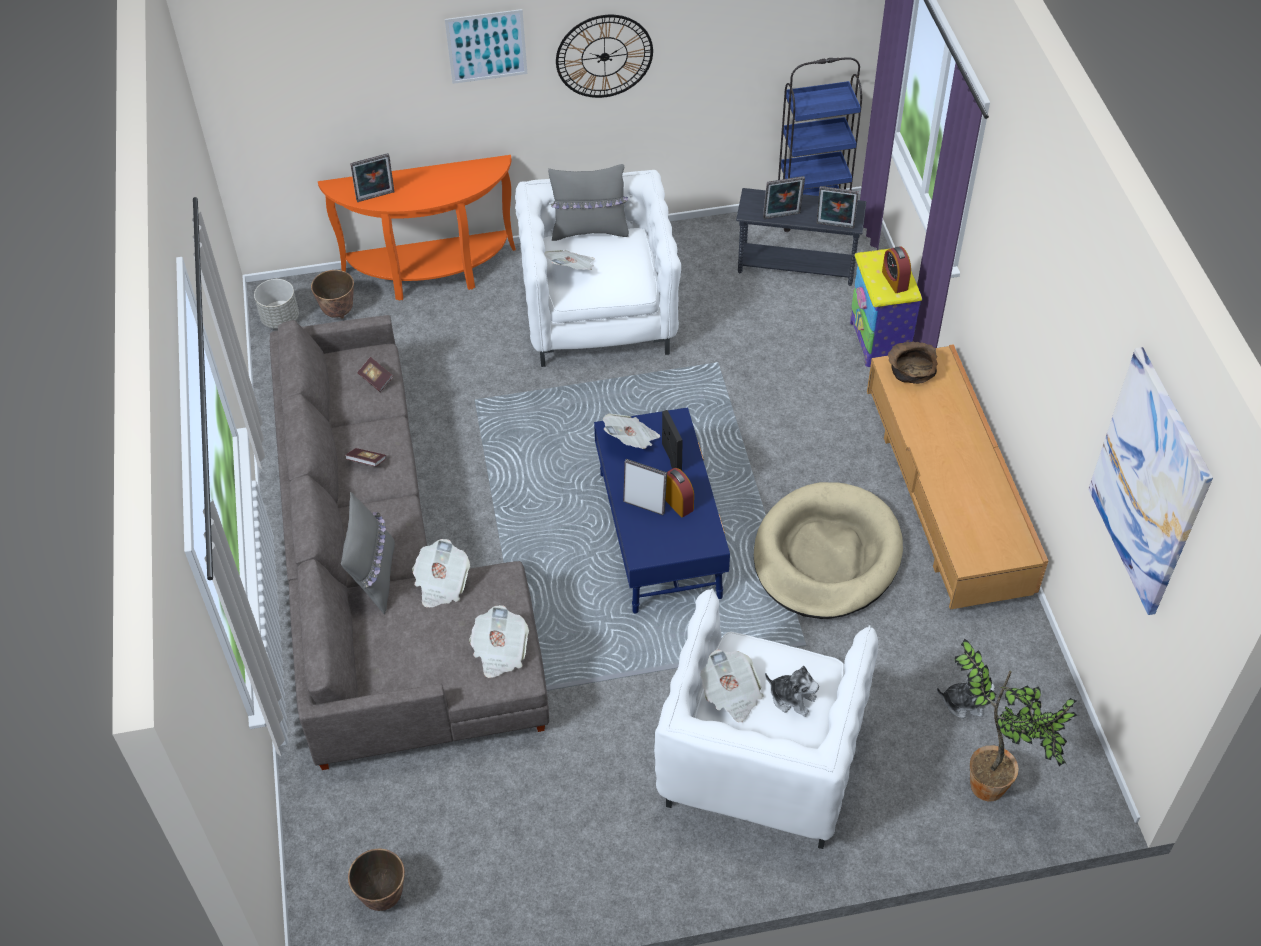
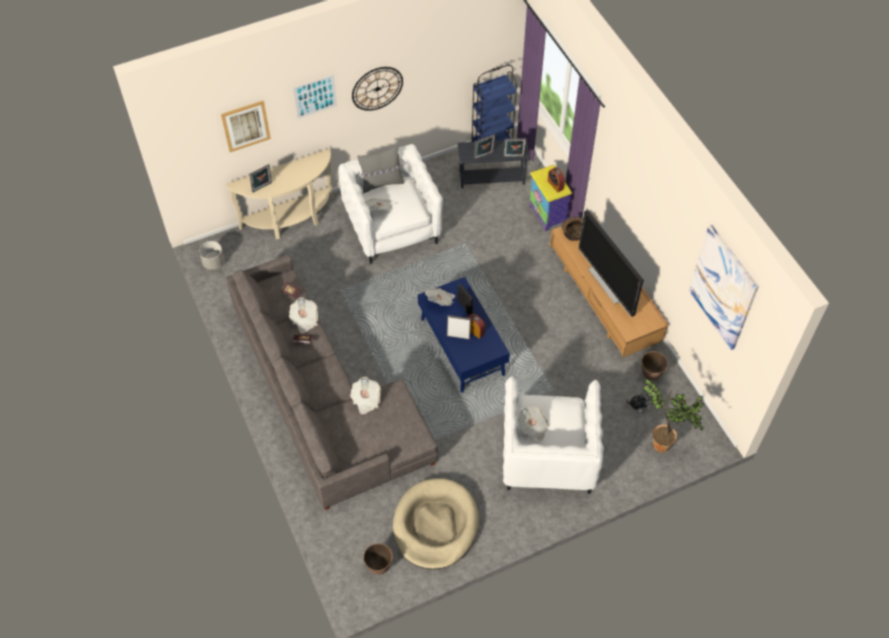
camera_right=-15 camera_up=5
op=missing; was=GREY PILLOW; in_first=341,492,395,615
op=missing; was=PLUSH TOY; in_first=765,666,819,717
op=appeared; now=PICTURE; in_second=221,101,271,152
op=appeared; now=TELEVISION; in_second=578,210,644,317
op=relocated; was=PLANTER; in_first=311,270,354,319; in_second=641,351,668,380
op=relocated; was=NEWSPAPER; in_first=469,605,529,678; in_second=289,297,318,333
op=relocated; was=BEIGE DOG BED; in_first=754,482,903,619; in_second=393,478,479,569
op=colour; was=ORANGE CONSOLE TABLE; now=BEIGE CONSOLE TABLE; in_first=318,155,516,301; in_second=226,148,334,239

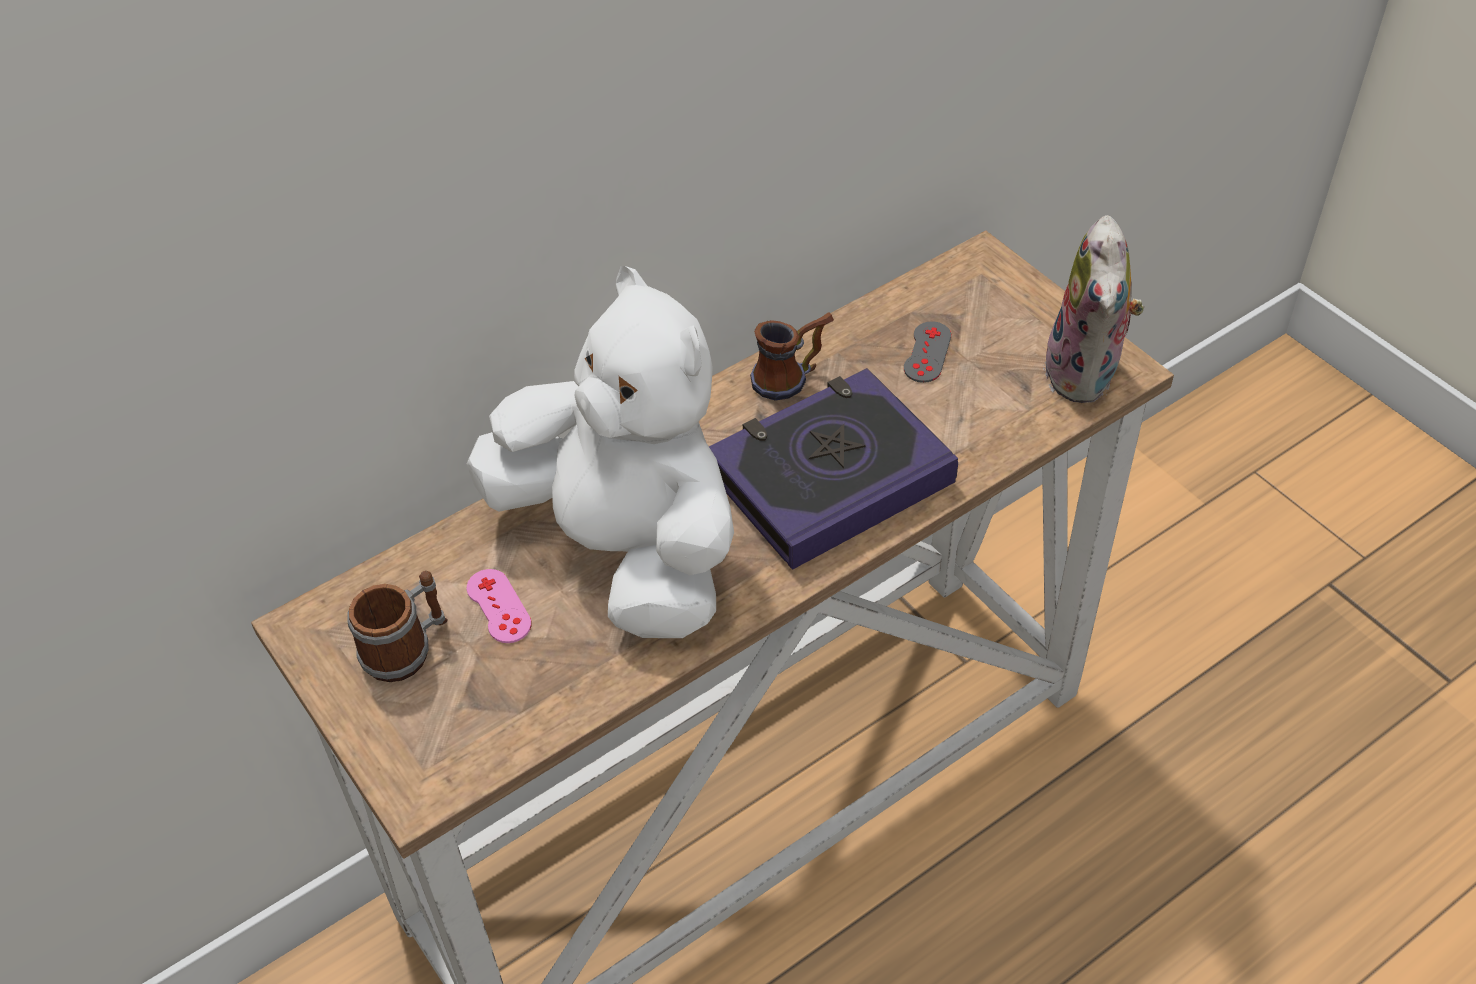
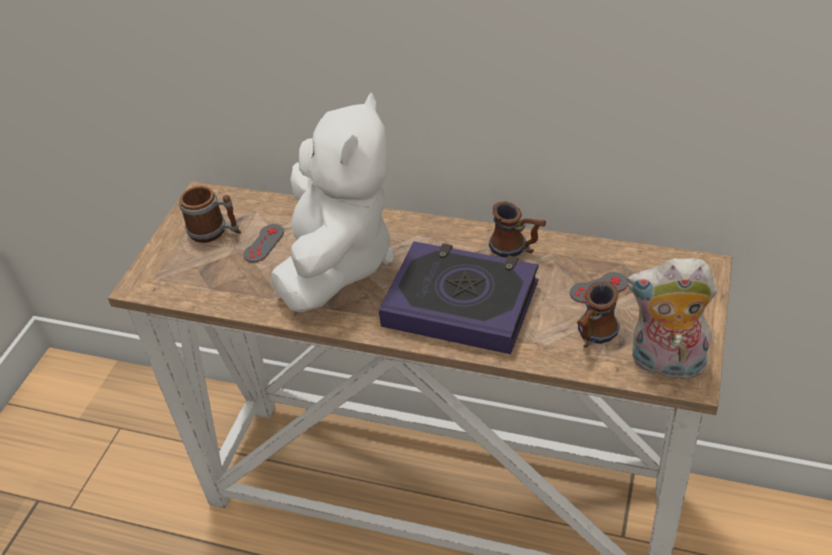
camera_right=55 camera_up=-5
op=appeared; now=MUG; in_second=577,282,620,348
op=colour; was=PINK GAME CONTROLLER; now=GREY GAME CONTROLLER; in_first=467,569,532,643; in_second=243,224,284,262
op=spun; was=PLUSH TOY; in_first=1043,215,1145,403; in_second=627,258,717,385; clockwise=45

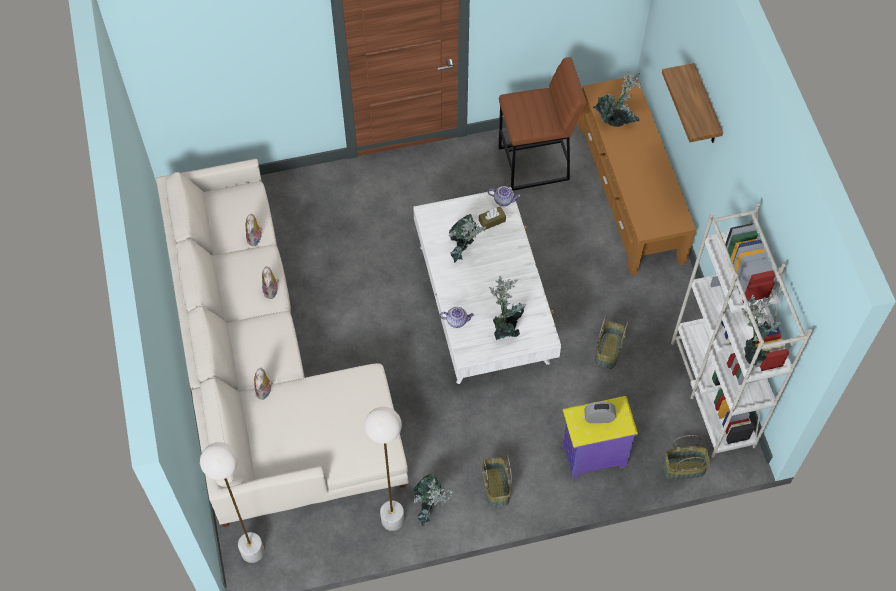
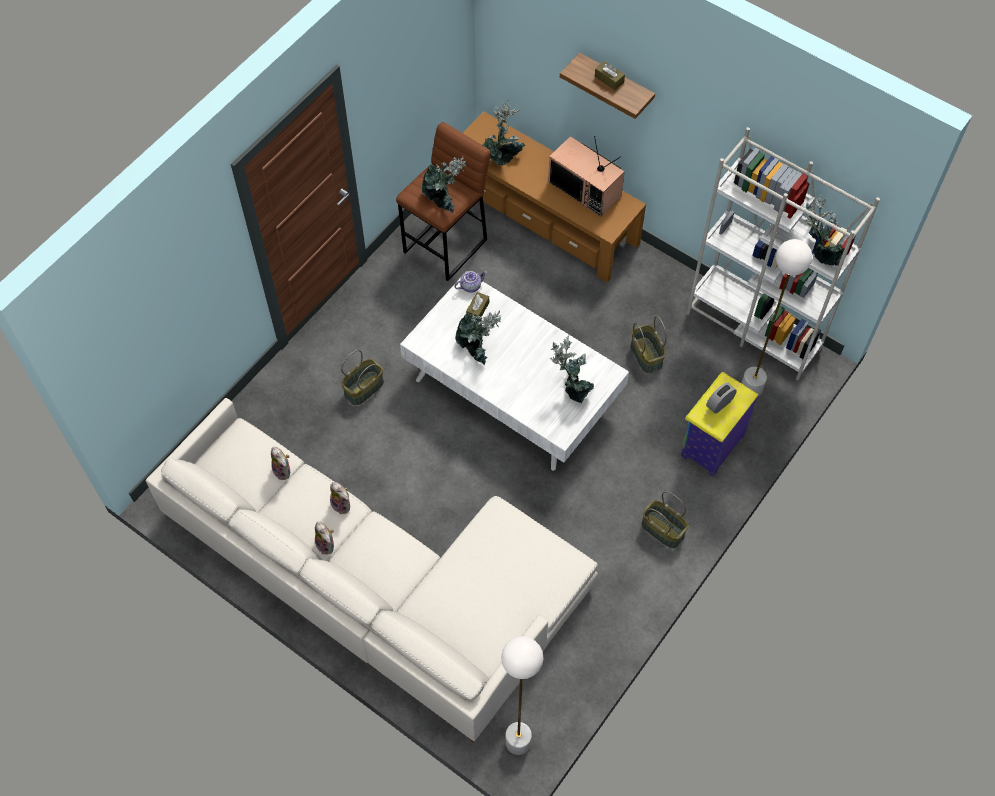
camera_right=-40 camera_up=0
op=missing; was=TEAPOT; in_first=439,307,475,328
op=appeared; now=TELEVISION; in_second=548,136,625,217
op=appeared; now=BROWN TISSUE BOX; in_second=595,61,625,90
op=relocated; was=PLUSH TOY; in_first=254,368,272,400; in_second=315,522,334,555
op=relocated; was=WHITE FLOOR LAMP; in_first=365,407,404,531; in_second=742,239,812,396
op=relocated; was=POTTED PLANT; in_first=412,473,453,527; in_second=422,156,466,213
op=relocated; was=BASKET; in_first=663,435,710,479; in_second=341,350,384,405

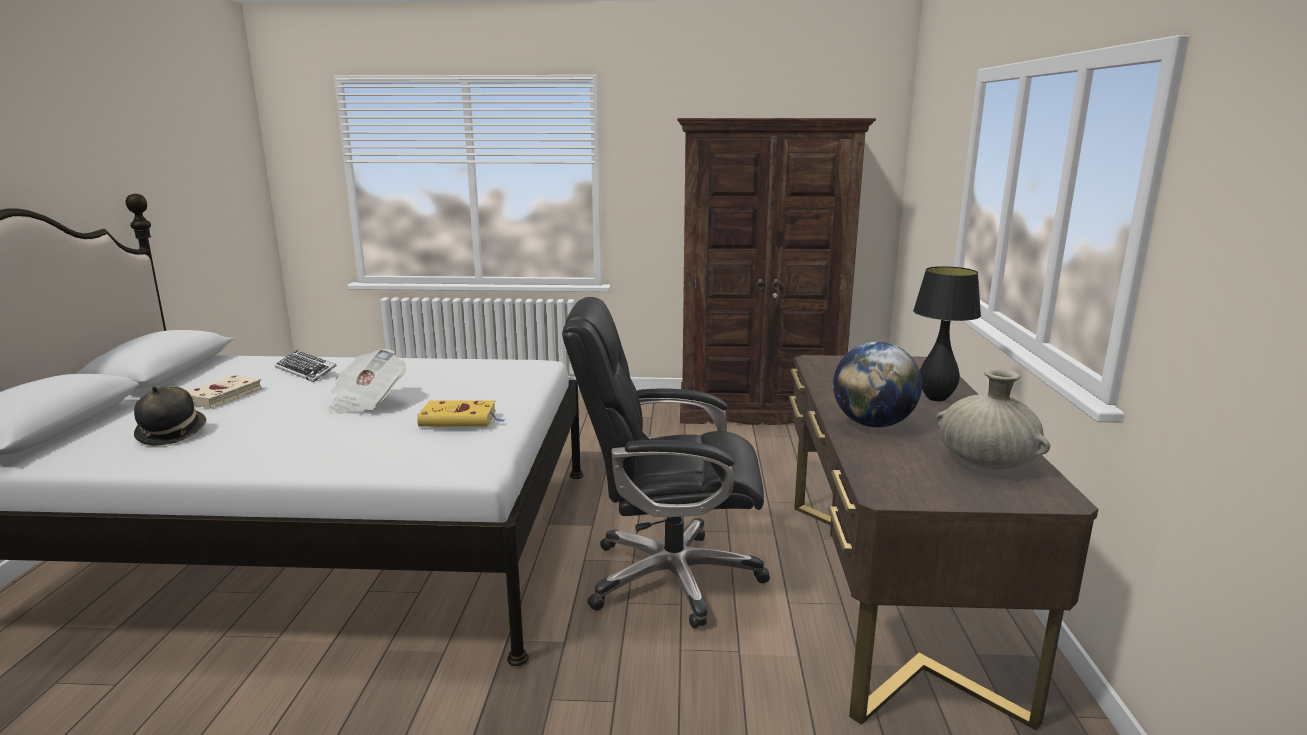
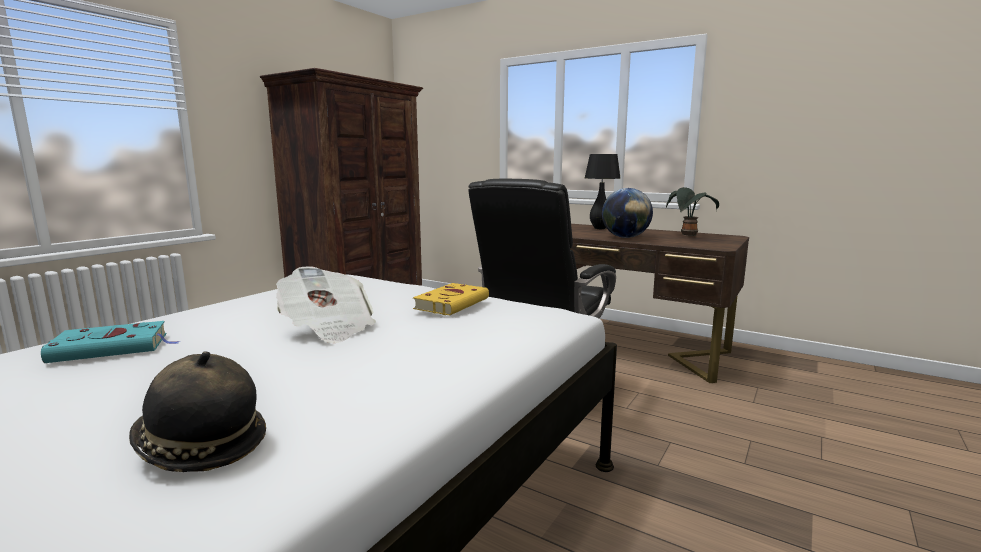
camera_right=-60 camera_up=-5
op=missing; was=BEIGE BOOK; in_first=188,375,263,409
op=exchanged; was=KEYBOARD; now=TURQUOISE BOOK; in_first=275,350,337,382; in_second=41,321,180,363
op=exchanged; was=BEIGE VASE; now=POTTED PLANT; in_first=936,368,1050,470; in_second=666,187,719,236

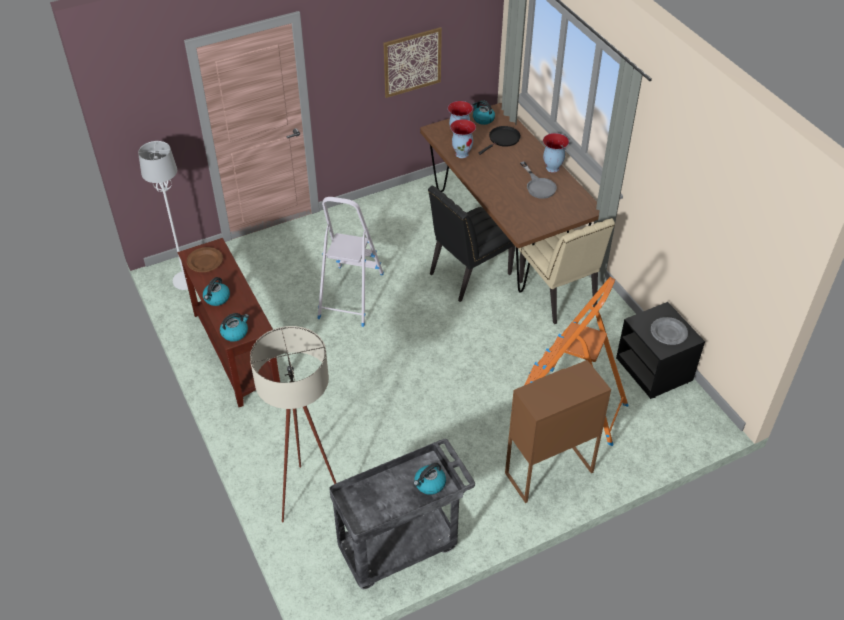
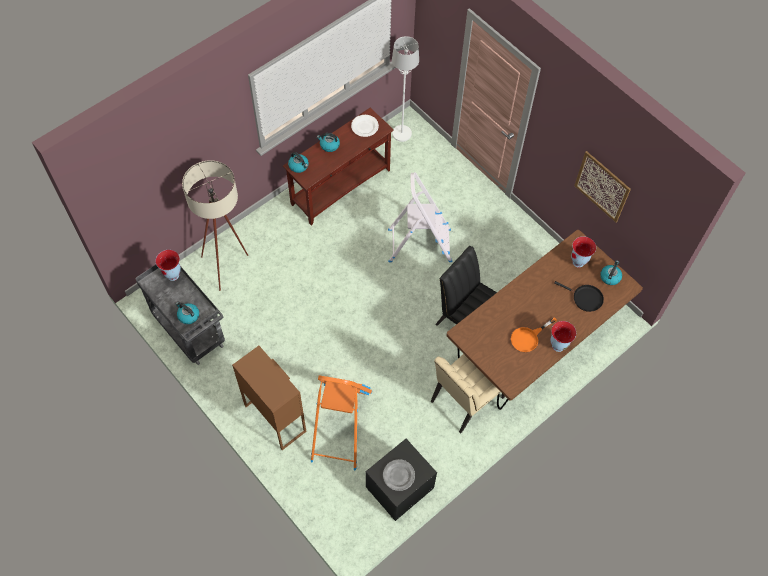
camera_right=75 camera_up=15
op=relocated; was=VASE; in_first=450,119,476,158; in_second=155,250,181,281
op=colour; was=BROWN PLATE; now=WHITE PLATE; in_first=187,247,223,272; in_second=351,115,379,137
op=colour; was=GREY FRYING PAN; now=ORANGE FRYING PAN; in_first=520,161,557,199; in_second=511,317,557,352

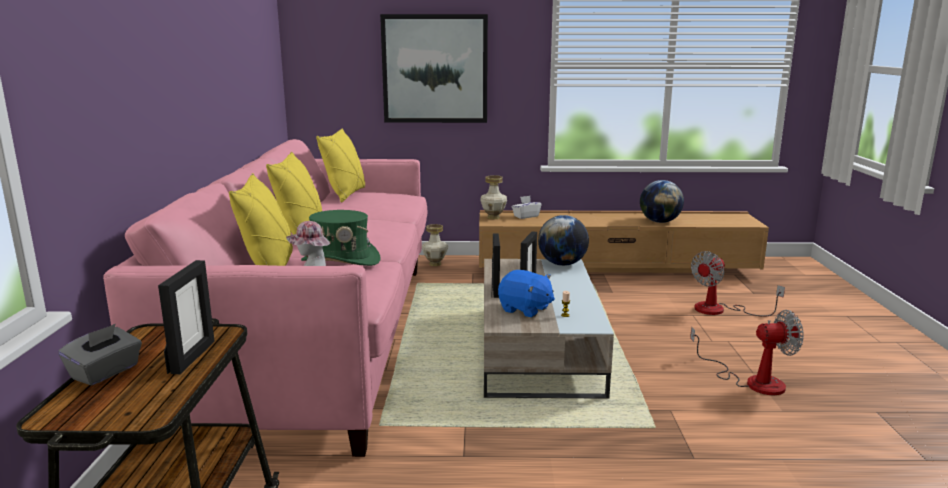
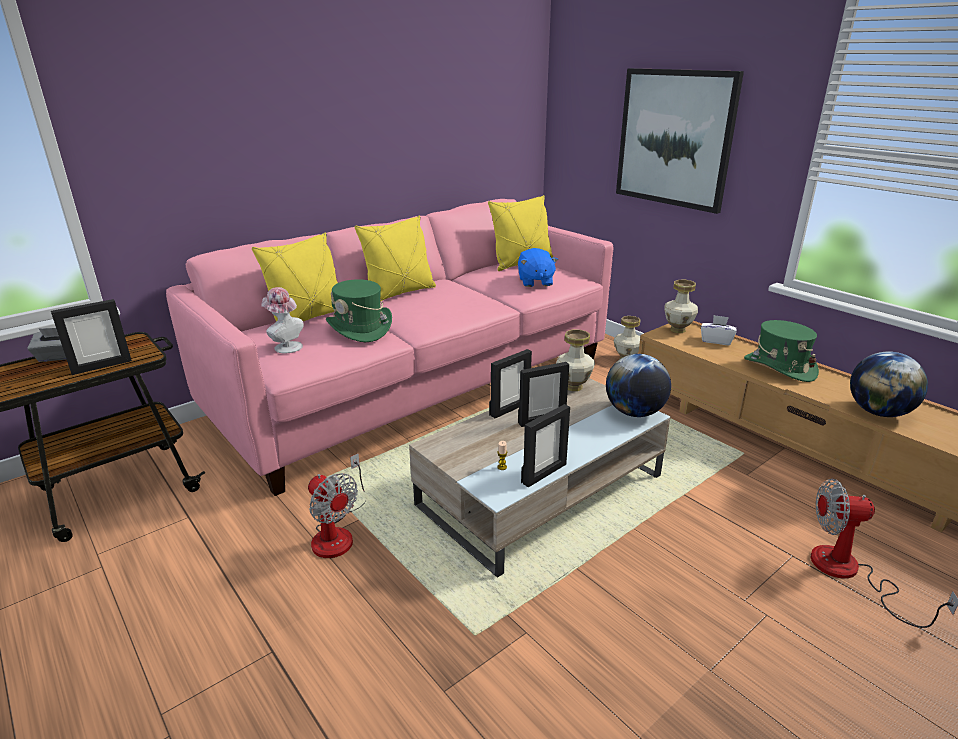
camera_right=50 camera_up=10
op=appeared; now=PICTURE FRAME; in_second=521,404,570,487
op=appeared; now=VASE; in_second=556,330,595,391
op=appeared; now=GREEN HAT; in_second=744,320,819,382
op=relocated; was=BLUE PLUSH TOY; in_first=498,270,555,317; in_second=518,248,558,287
op=relocated; was=FAN; in_first=690,310,804,395; in_second=308,454,366,558

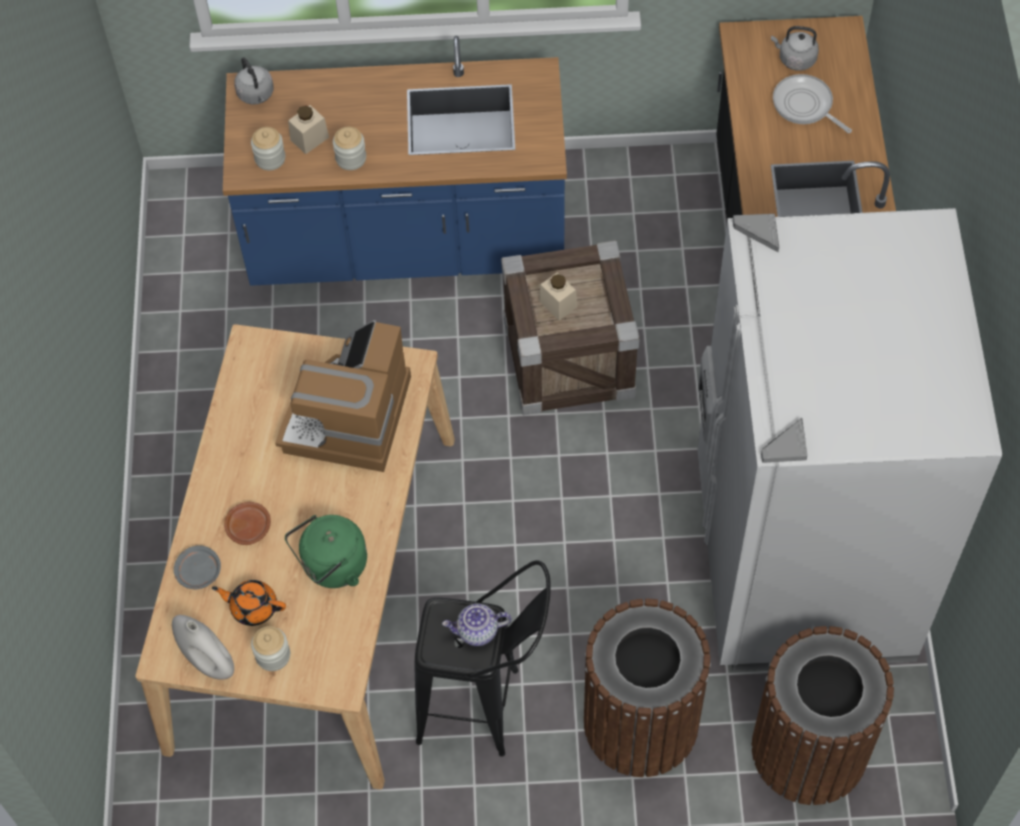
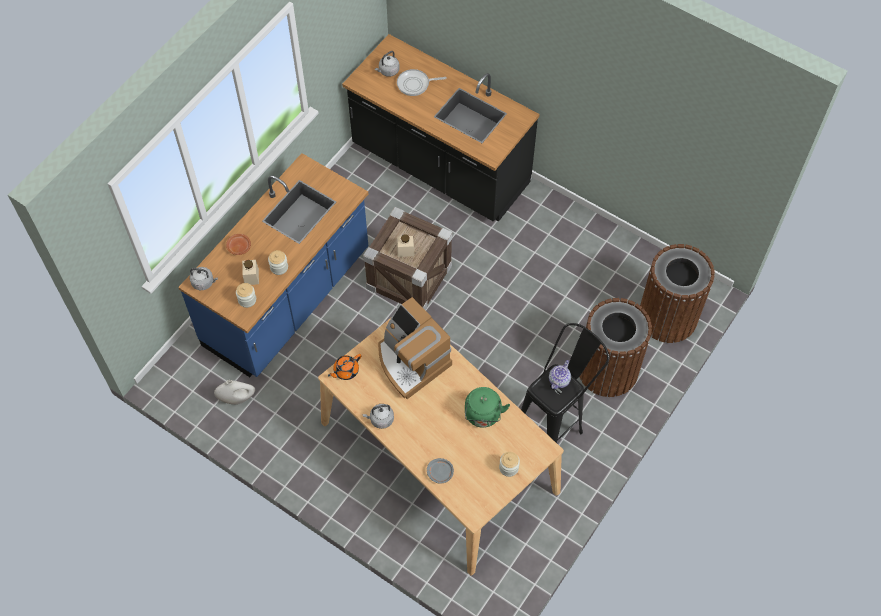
camera_right=-55 camera_up=0
op=missing; was=WHITE FRIDGE; in_first=697,208,1002,671
op=appeared; now=GREY KETTLE; in_second=363,404,394,429
op=relocated; was=WHITE VASE; in_first=172,615,234,680; in_second=214,380,255,405
op=relocated; was=ORANGE TEAPOT; in_first=212,580,286,626; in_second=328,354,361,380
op=relocated; was=BROWN PLATE; in_first=224,502,271,545; in_second=226,234,251,255

